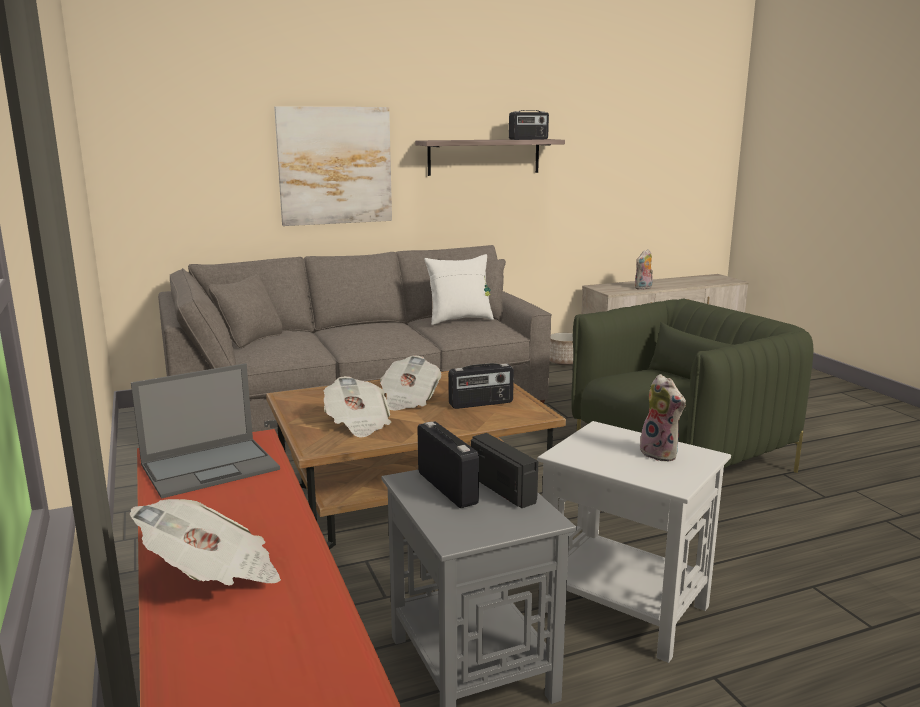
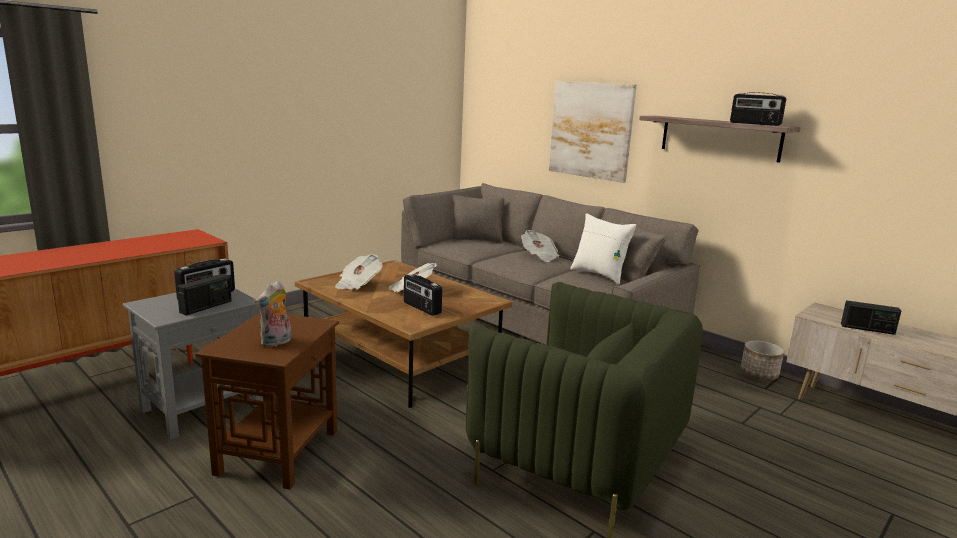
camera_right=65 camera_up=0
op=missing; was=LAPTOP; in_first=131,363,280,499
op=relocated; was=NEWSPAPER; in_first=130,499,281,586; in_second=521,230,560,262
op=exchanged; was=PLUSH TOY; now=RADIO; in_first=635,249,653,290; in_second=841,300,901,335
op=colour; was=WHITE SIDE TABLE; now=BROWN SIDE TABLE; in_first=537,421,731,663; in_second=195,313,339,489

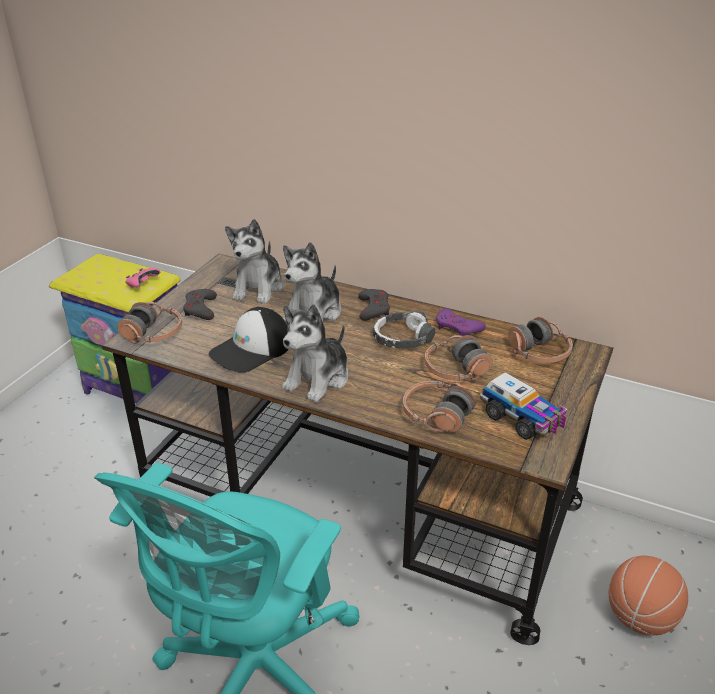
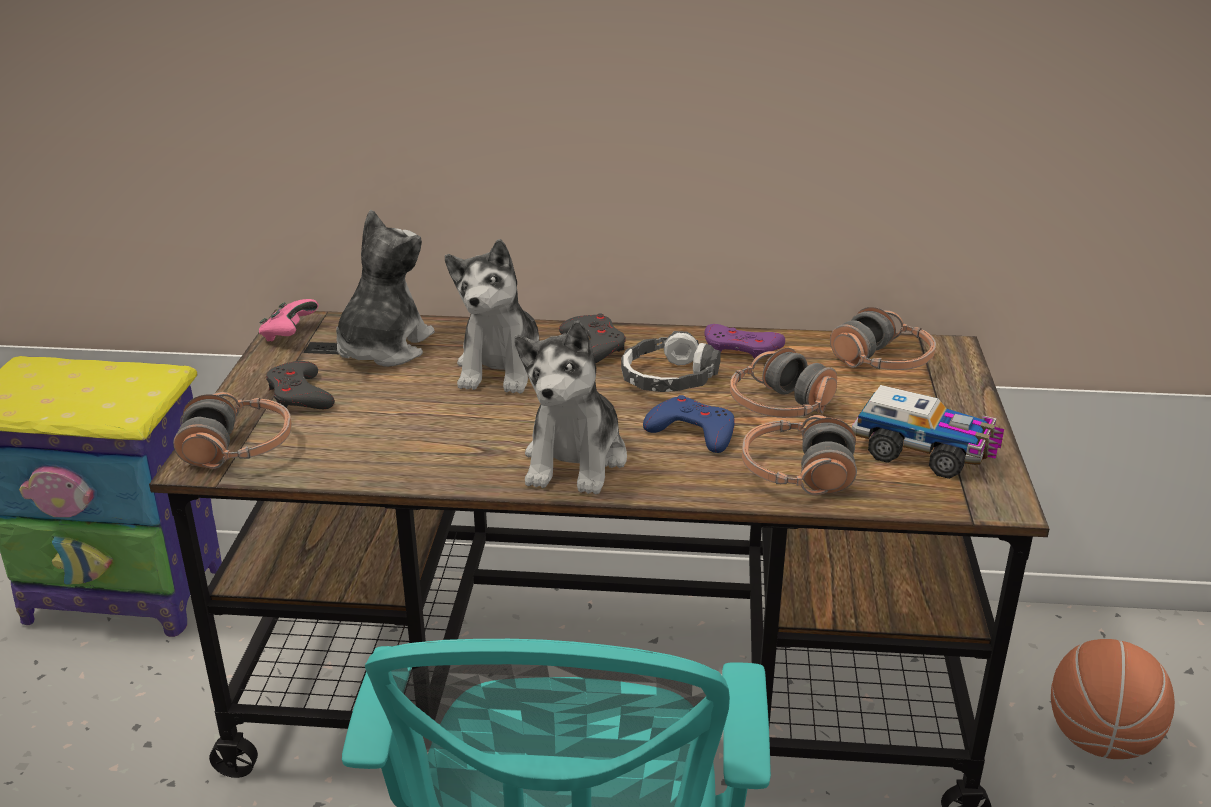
camera_right=-20 camera_up=-5
op=missing; was=CAP; in_first=209,307,289,373
op=appeared; now=BLUE GAME CONTROLLER; in_second=643,395,735,453
op=relocated; was=PINK GAME CONTROLLER; in_first=125,268,160,288; in_second=259,299,319,341
op=spun; was=PLUSH TOY; in_first=225,219,284,304; in_second=336,210,435,367; clockwise=-150

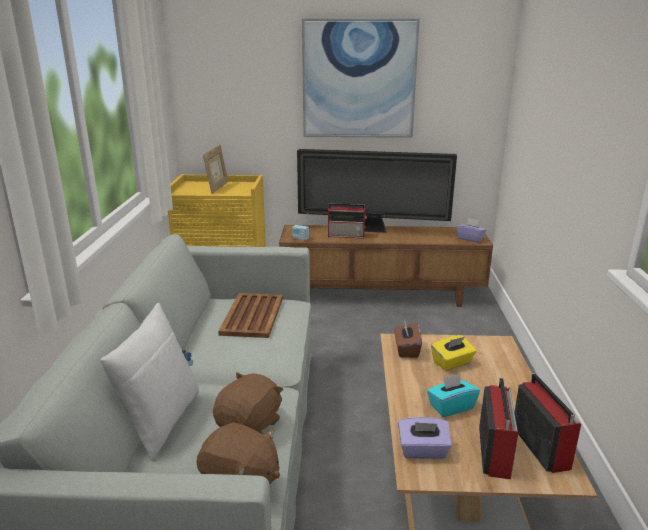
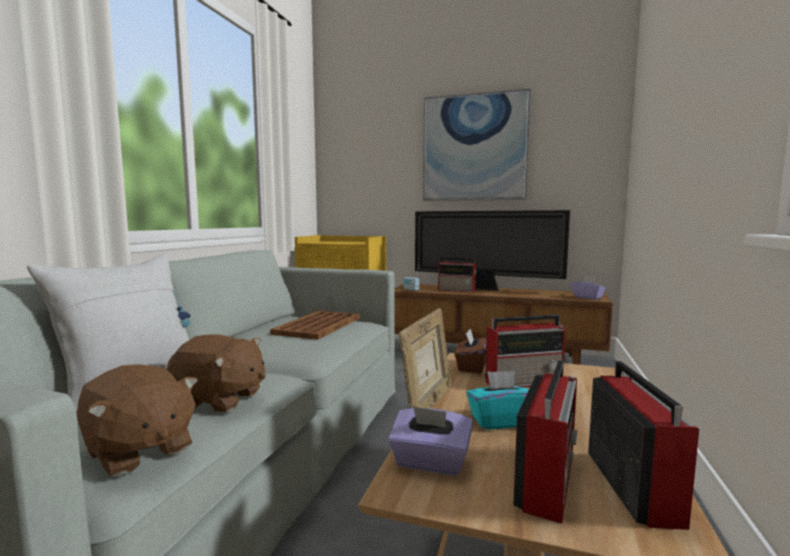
camera_right=15 camera_up=-15
op=relocated; was=PICTURE FRAME; in_first=203,145,228,194; in_second=399,308,451,408
op=exchanged; was=YELLOW TISSUE BOX; now=RADIO; in_first=431,335,477,371; in_second=485,314,566,388
op=spun; was=BROWN PLUSH TOY; in_first=213,372,284,435; in_second=167,334,266,412; clockwise=60

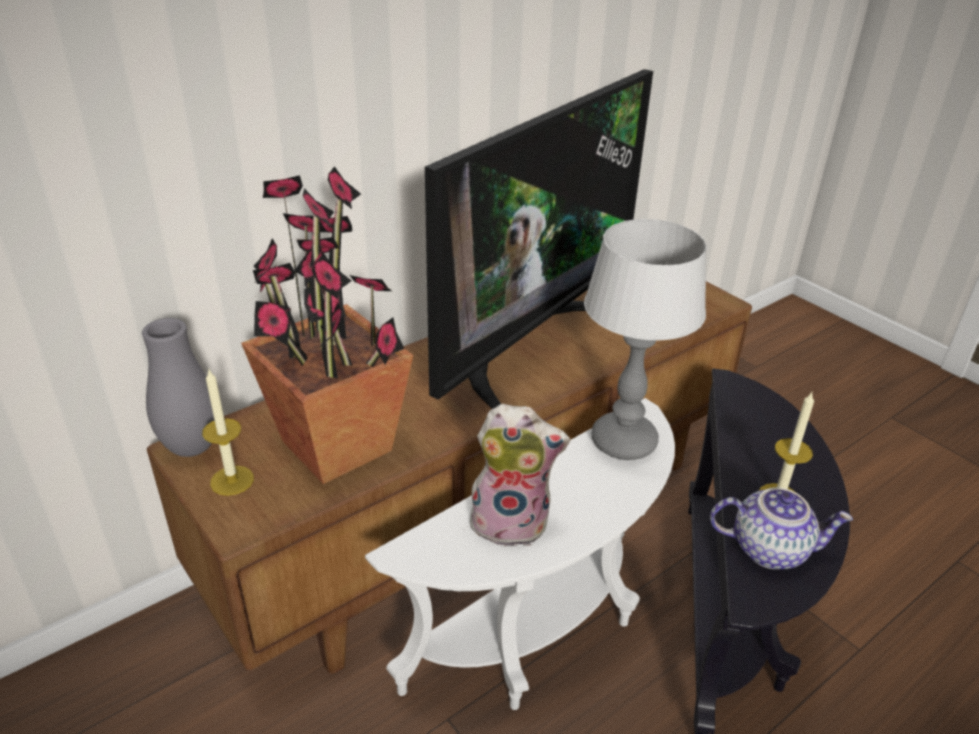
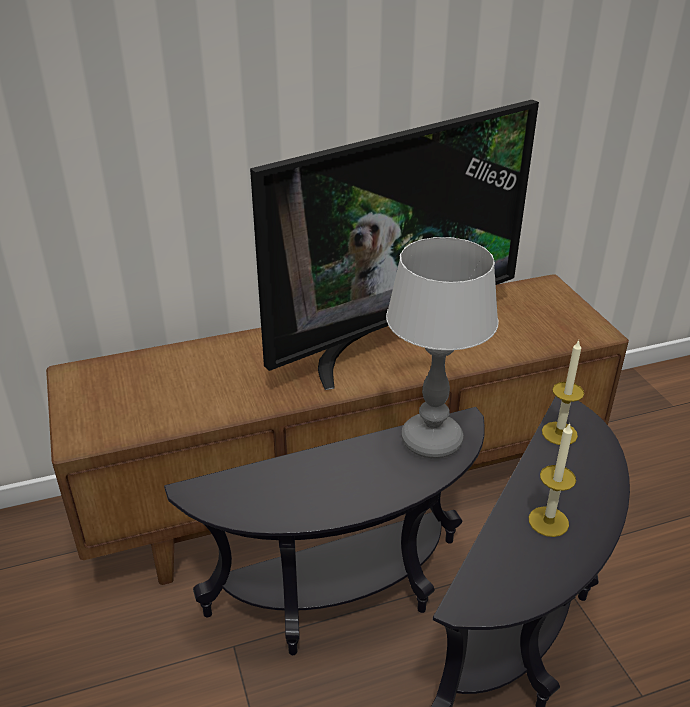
camera_right=20 camera_up=0
op=missing; was=GREY VASE; in_first=142,318,215,457
op=missing; was=POTTED PLANT; in_first=241,166,413,484
op=missing; was=PLUSH TOY; in_first=466,404,570,547
op=missing; was=TEAPOT; in_first=710,488,853,569
op=relocated; was=CANDLE; in_first=202,370,254,496; in_second=542,340,584,445
op=colour; was=WHITE SIDE TABLE; now=BLACK SIDE TABLE; in_first=365,398,675,710; in_second=164,407,485,655

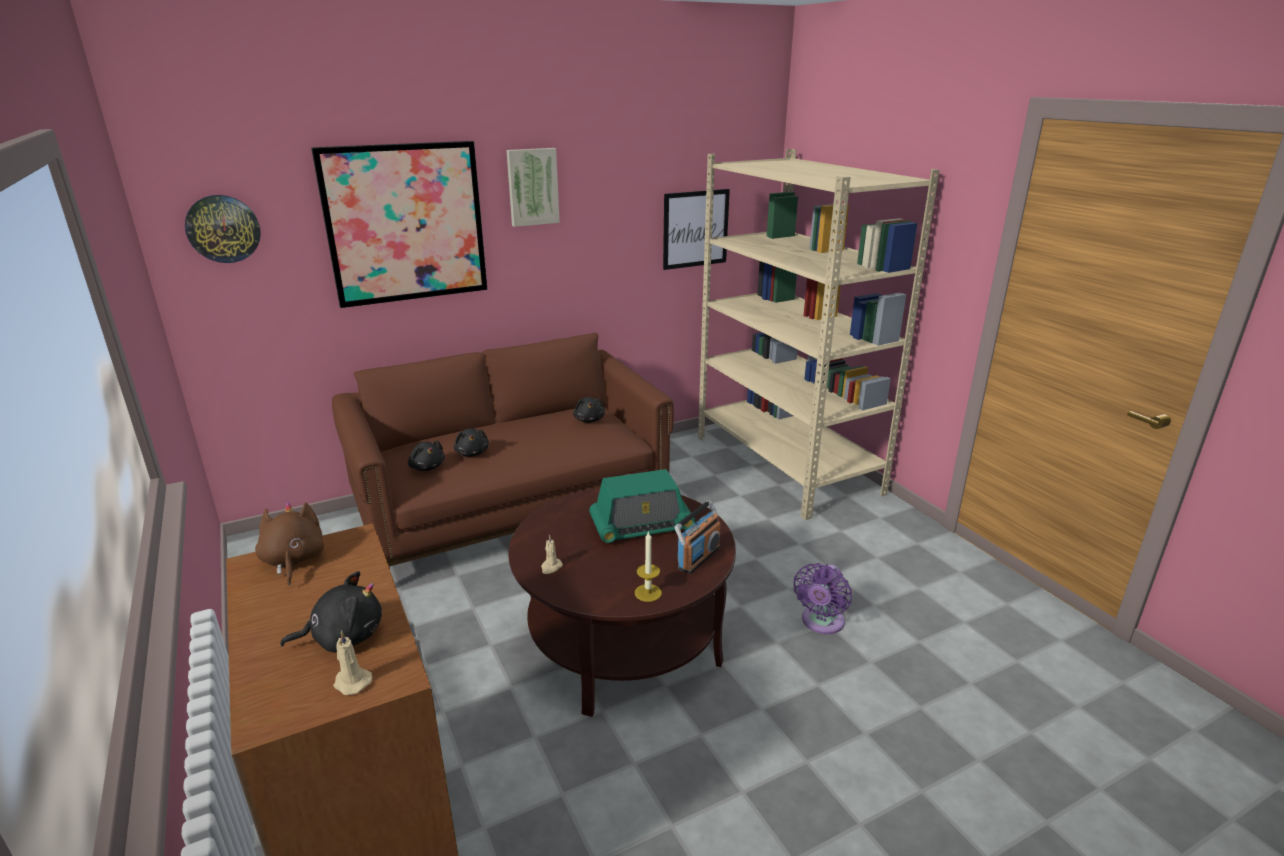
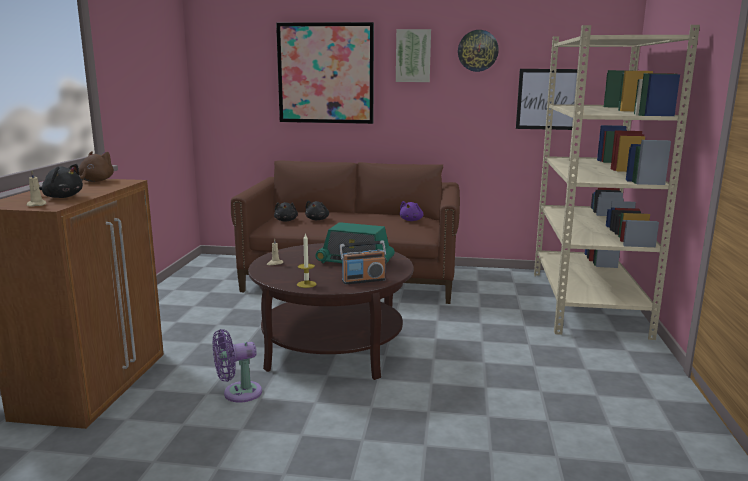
camera_right=35 camera_up=-10
op=relocated; was=WALL CLOCK; in_first=185,195,261,263; in_second=458,30,499,72
op=relocated; was=PURPLE FAN; in_first=794,563,852,634; in_second=213,329,262,403
op=colour; was=BLACK PLUSH TOY; now=PURPLE PLUSH TOY; in_first=573,397,605,423; in_second=400,201,424,221

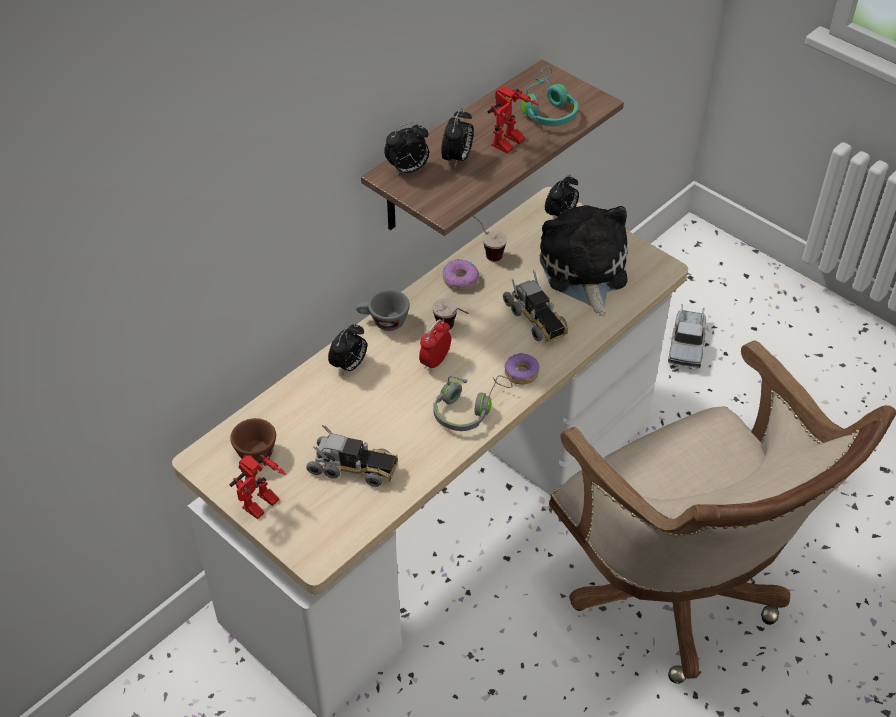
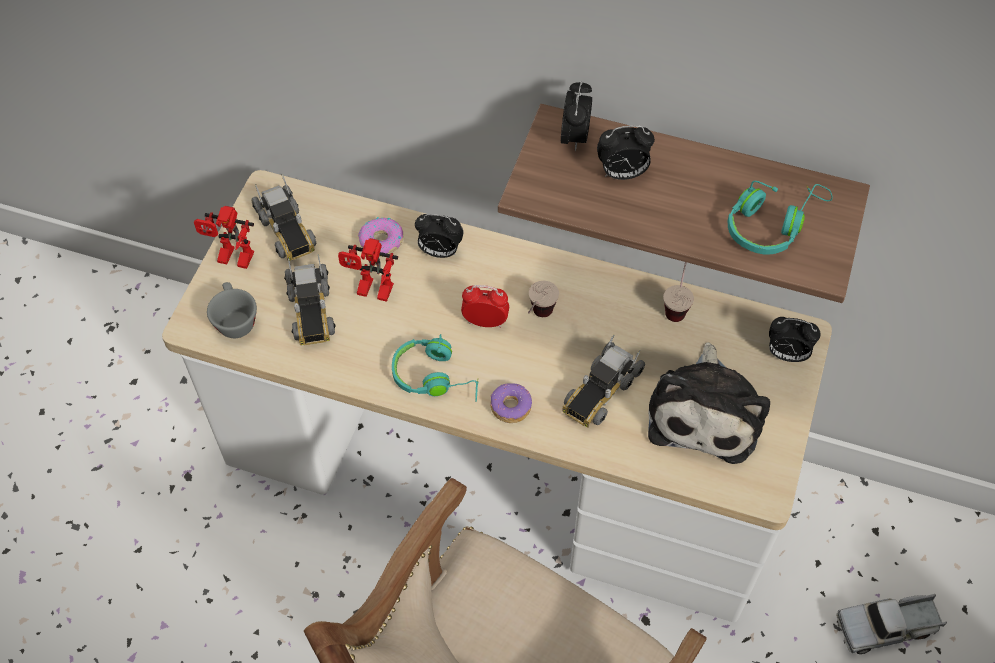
camera_right=65 camera_up=10
op=relocated; was=GREY CUP; in_first=356,290,410,331; in_second=207,282,257,338
op=relocated; was=DONUT; in_first=443,259,479,290; in_second=358,217,403,257
op=relocated; was=TOY ROBOT; in_first=488,86,539,153; in_second=338,238,398,302
op=exchanged; was=BROWN CUP; now=TOY TRUCK; in_first=230,418,276,464; in_second=251,174,316,260
op=colour; was=GREY HEADPHONES; now=TURQUOISE HEADPHONES; in_first=433,375,512,431; in_second=392,334,478,402
op=spun; was=ALARM CLOCK; in_first=384,122,429,175; in_second=561,81,592,151; clockwise=-120
op=spun; was=PLUSH TOY; in_first=540,205,628,316; in_second=648,342,770,464; clockwise=135

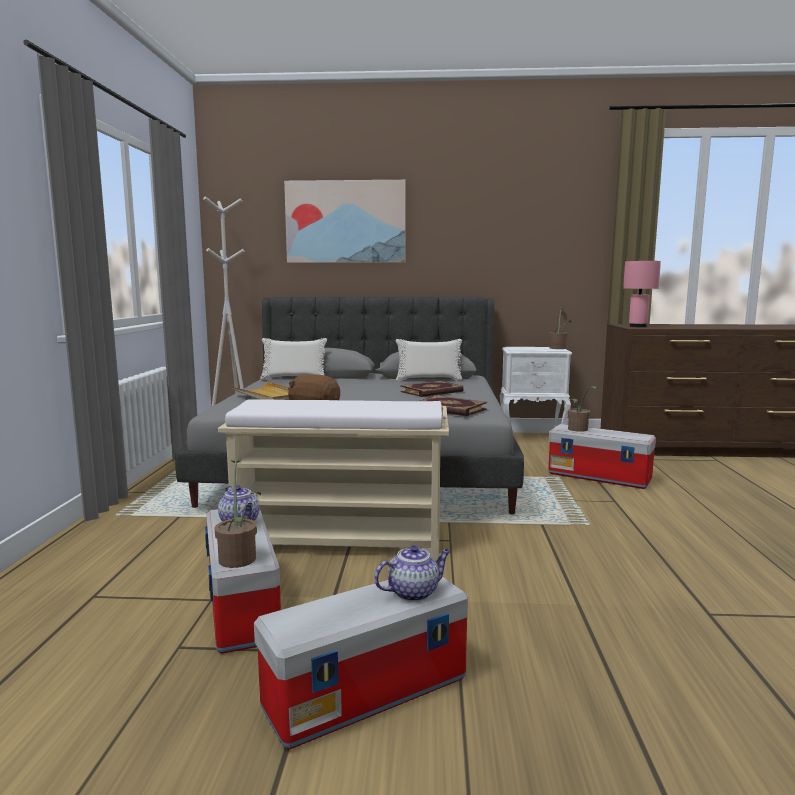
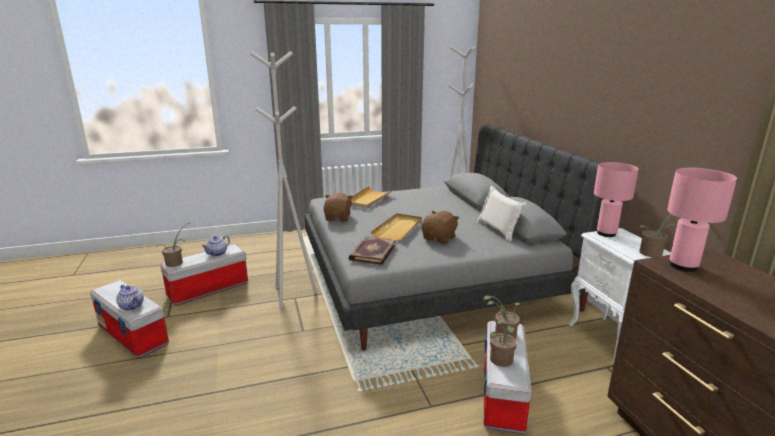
camera_right=70 camera_up=10
op=missing; was=WHITE PILLOW; in_first=260,338,327,380
op=missing; was=PICTURE; in_first=284,180,406,263
op=appeared; now=BEIGE TRAY; in_second=371,213,422,241
op=appeared; now=POTTED PLANT; in_second=490,321,517,367
op=appeared; now=PINK TABLE LAMP; in_second=594,162,639,237
op=exchanged; was=BEIGE BENCH; now=GREY CLOTHES RACK; in_first=218,399,449,559; in_second=250,51,317,308
op=exchanged; was=BOOK; now=BROWN PLUSH TOY; in_first=400,381,464,397; in_second=422,211,459,244

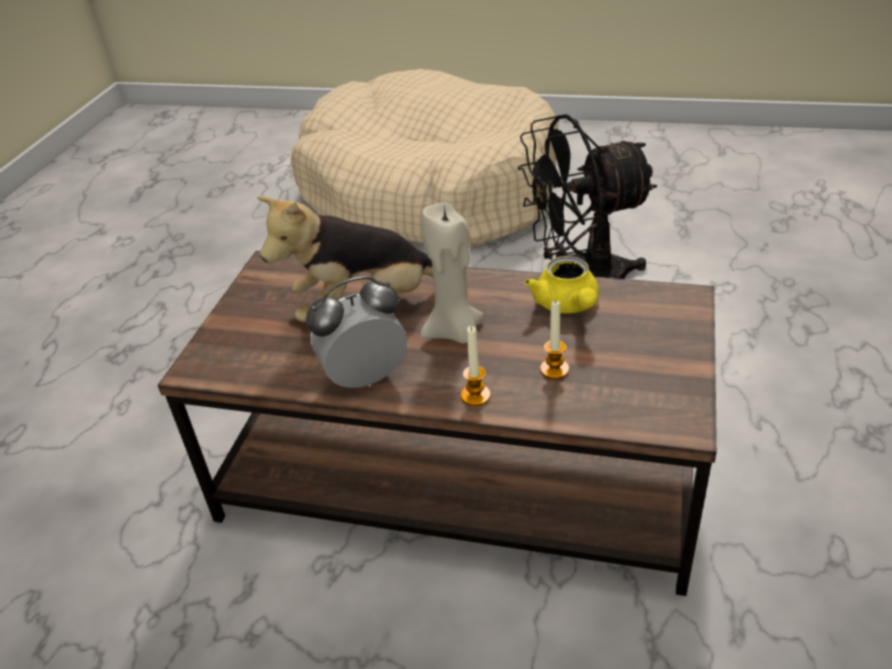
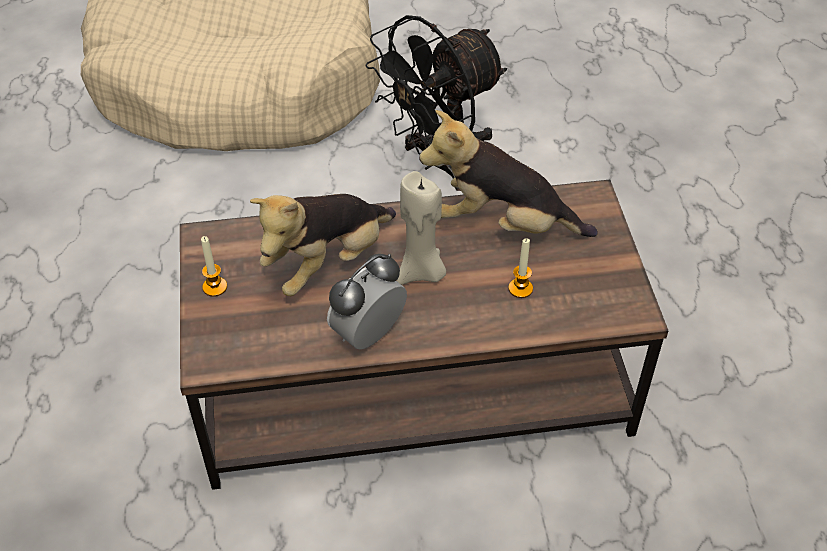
camera_right=-25 camera_up=10
op=relocated; was=CANDLE; in_first=461,326,491,406; in_second=201,236,227,297
op=exchanged; was=YELLOW TEAPOT; now=PLUSH TOY; in_first=525,256,599,313; in_second=419,110,597,237

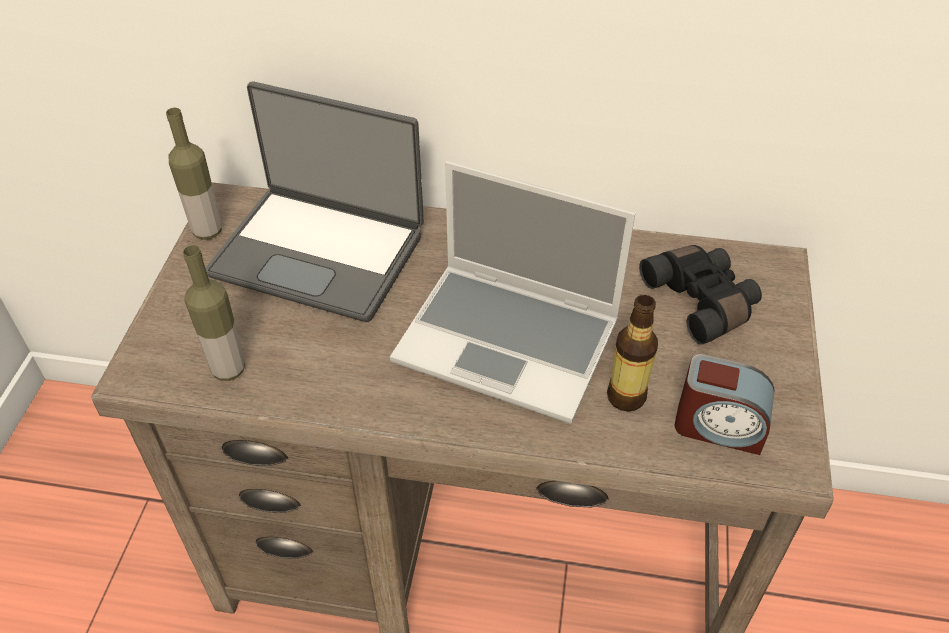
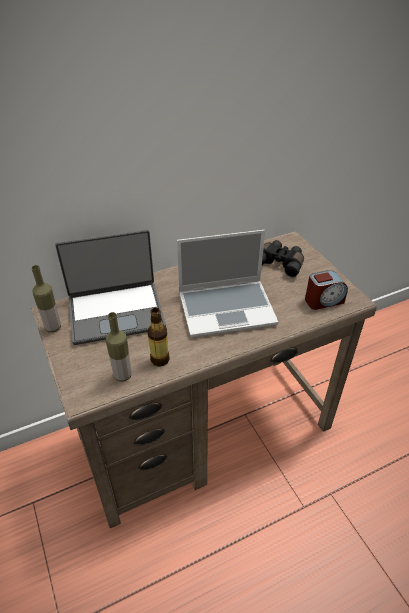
camera_right=-35 camera_up=-5
op=relocated; was=BOTTLE; in_first=607,295,658,412; in_second=147,308,169,366

